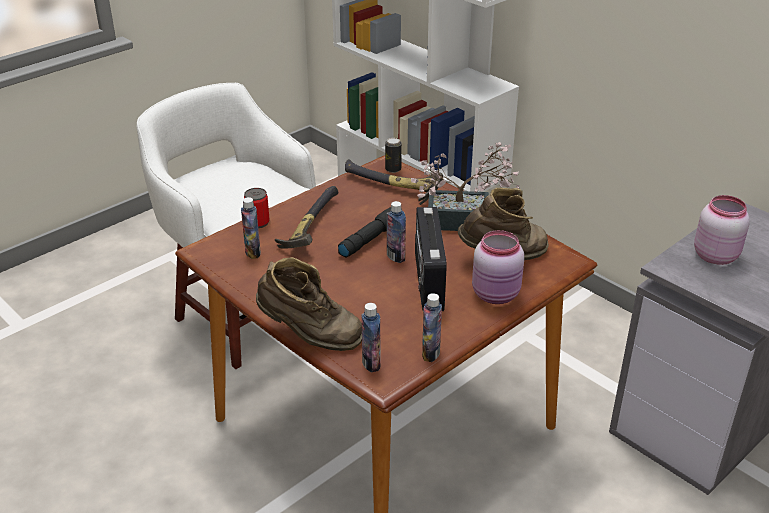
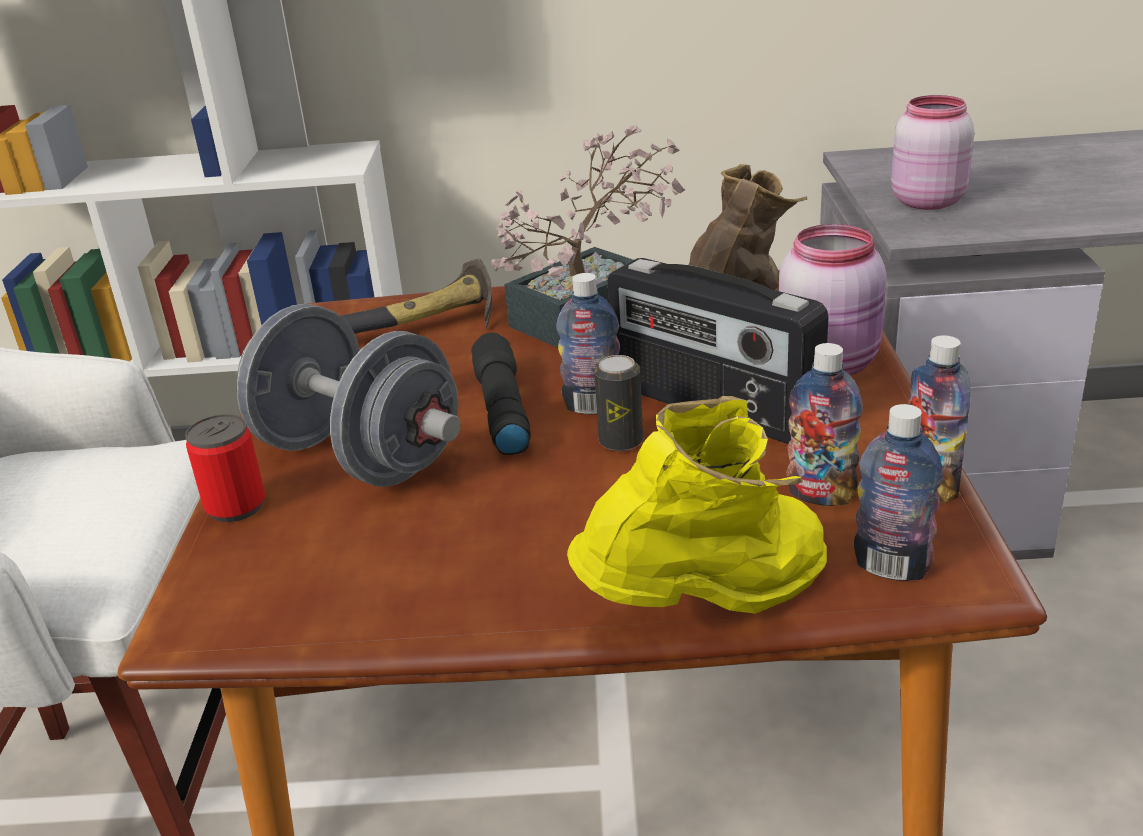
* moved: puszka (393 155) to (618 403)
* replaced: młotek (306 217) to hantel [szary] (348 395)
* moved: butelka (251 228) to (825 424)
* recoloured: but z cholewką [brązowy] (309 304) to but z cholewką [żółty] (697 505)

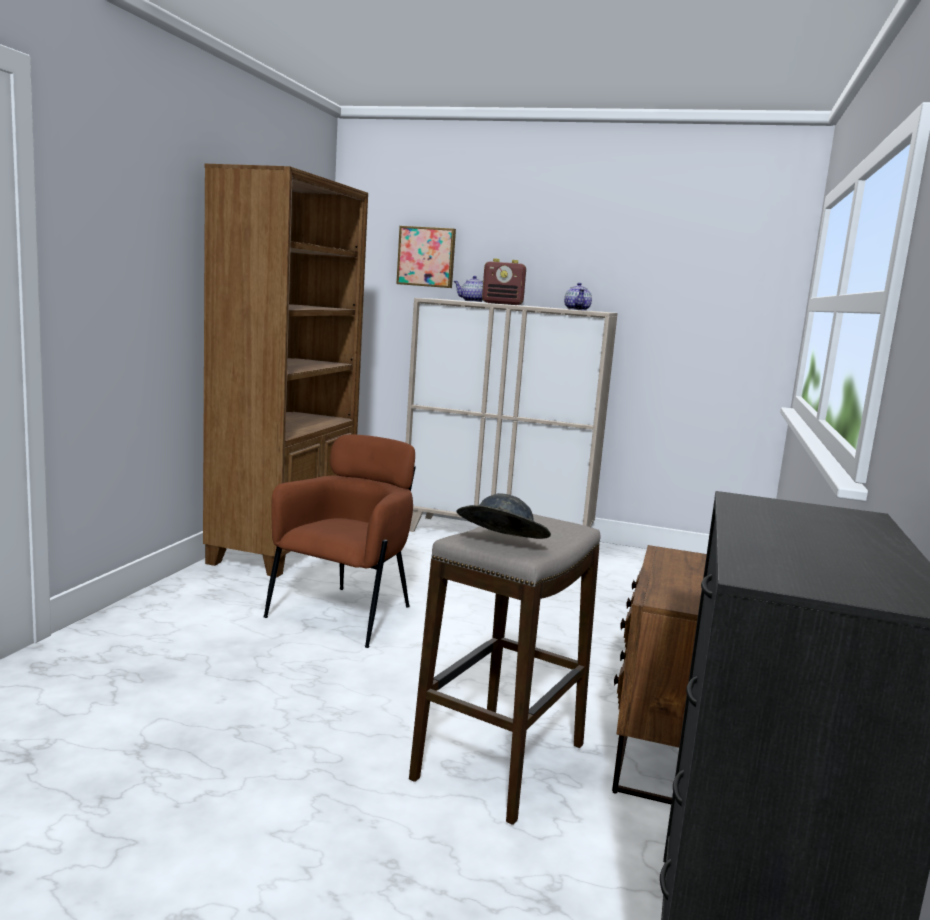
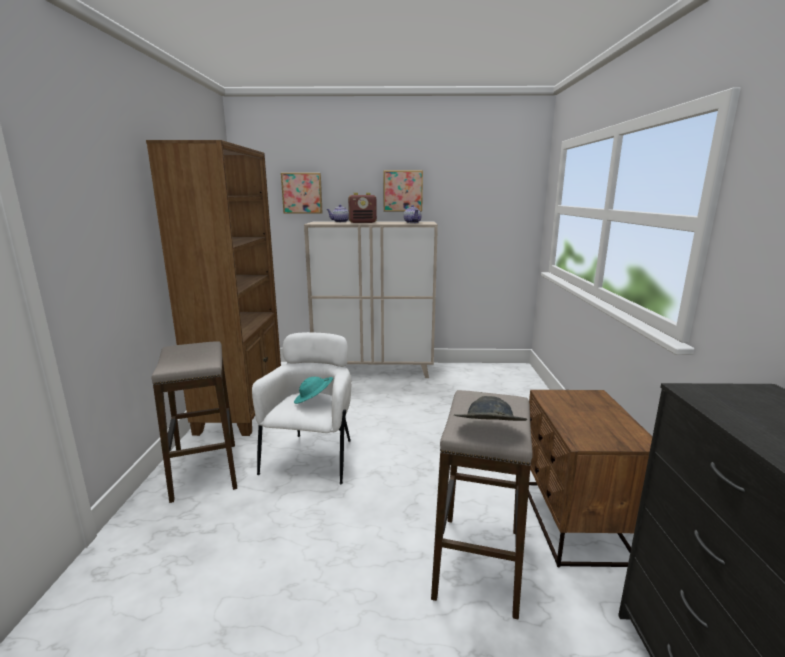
* recoloured: fotel [brązowy] (340 541) to fotel [biały] (301 408)
* added: obraz (403 191)
* added: stołek (194 422)
* added: kapelusz [turkusowy] (313 390)

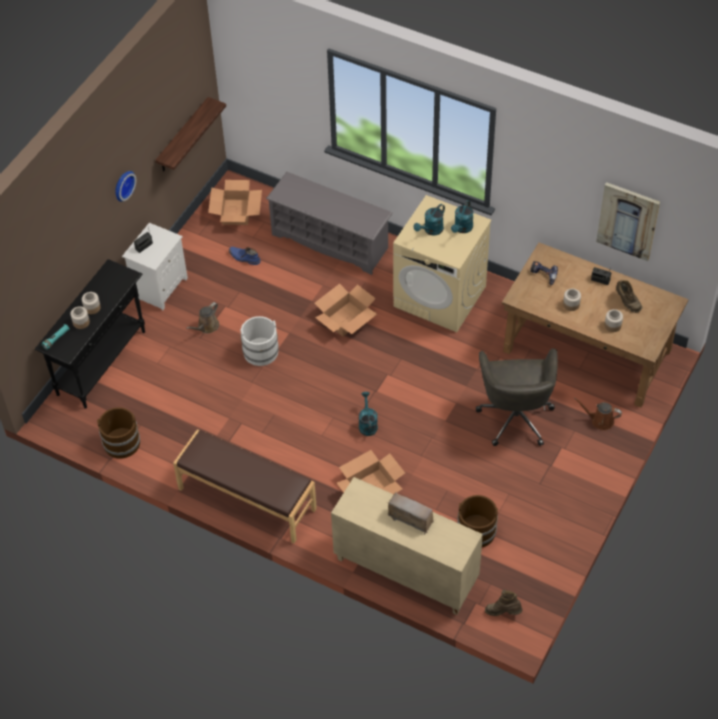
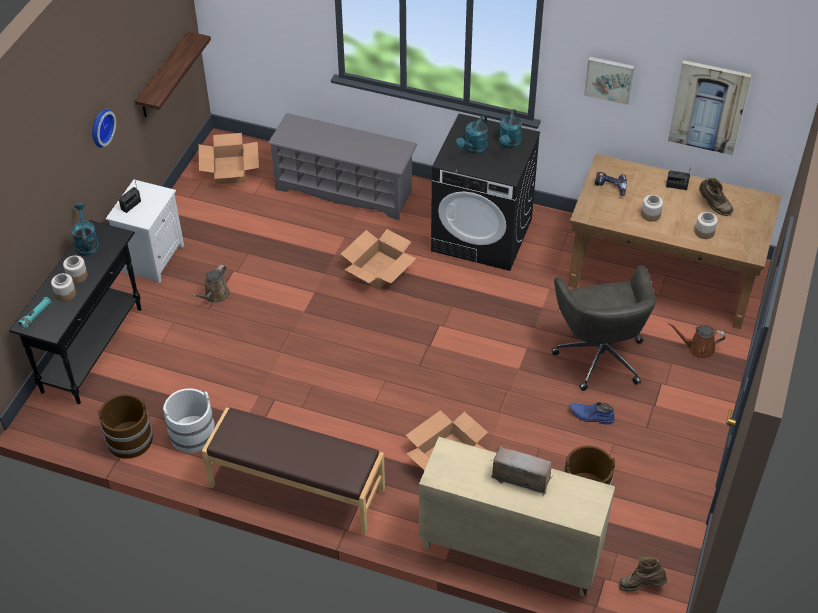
* recoloured: pralka [beżowy] (442 263) to pralka [czarny] (485 192)
* moved: but z cholewką [niebieski] (245 256) to (592 413)
* moved: wiadro [biały] (259 341) to (189 420)
* moved: konewka [turkusowy] (368 414) to (85 229)
* added: obraz (609 81)

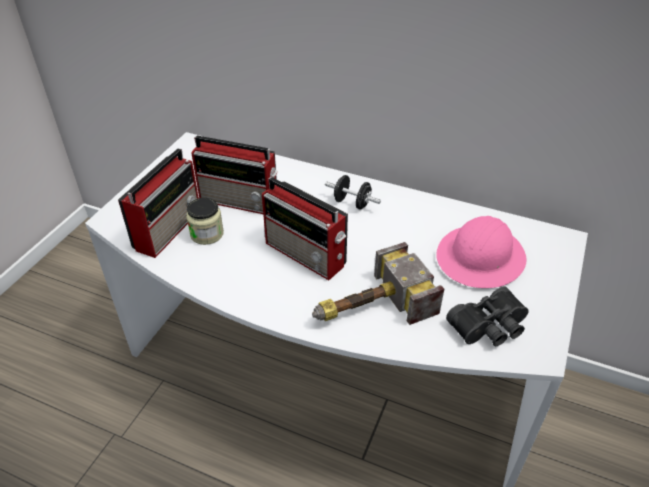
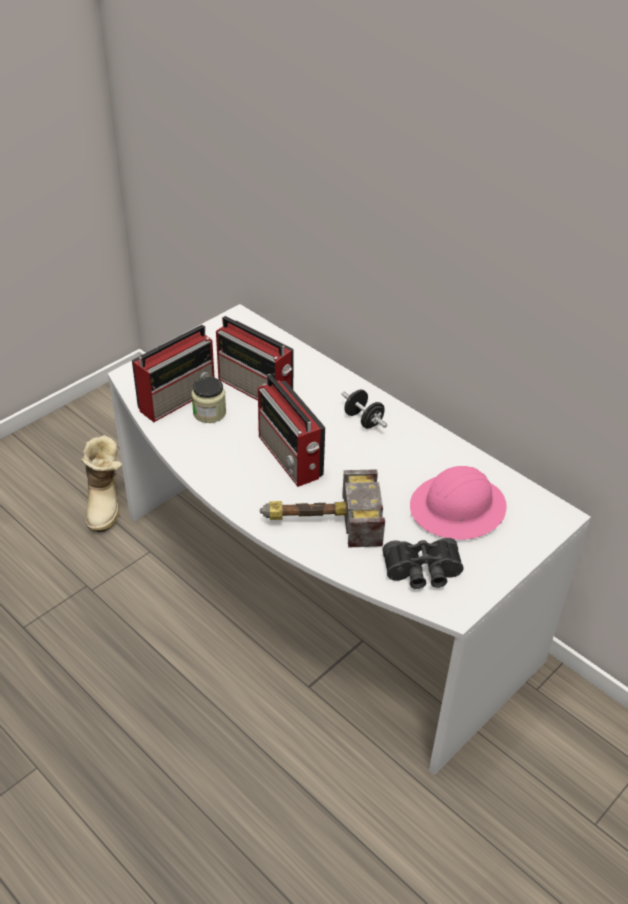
* added: but z cholewką (101 483)

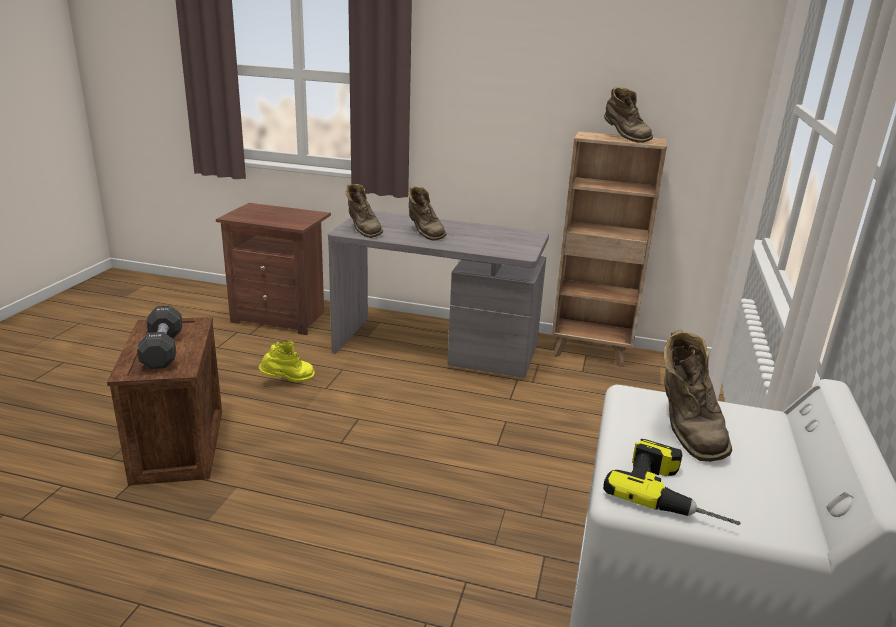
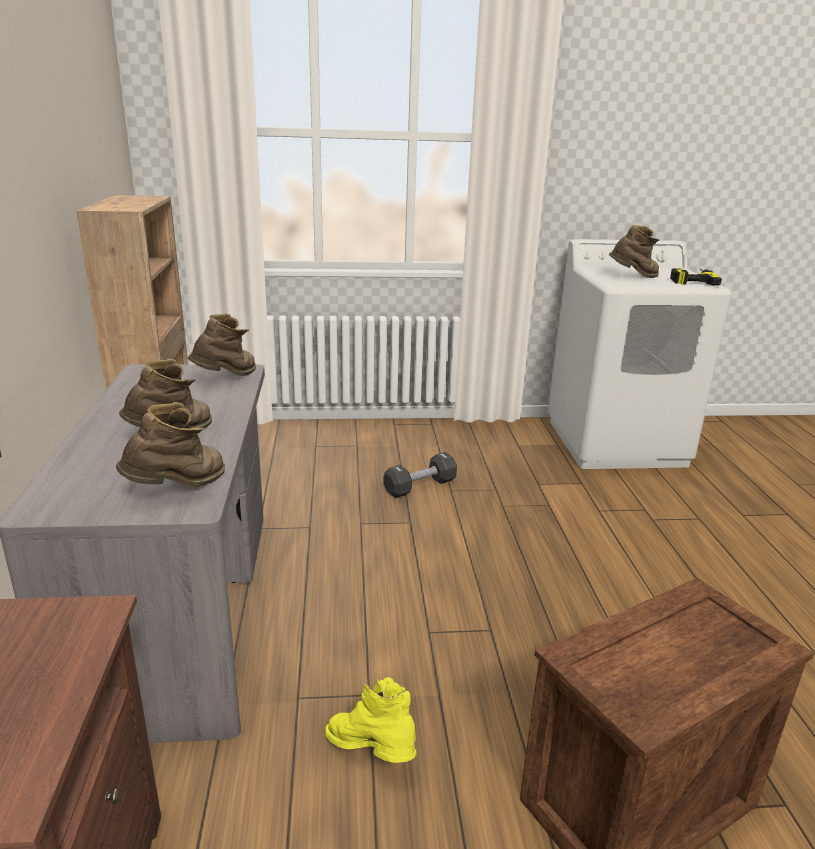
* moved: but z cholewką [brązowy] (628 115) to (222 345)
* moved: hantel [czarny] (160 337) to (420 475)

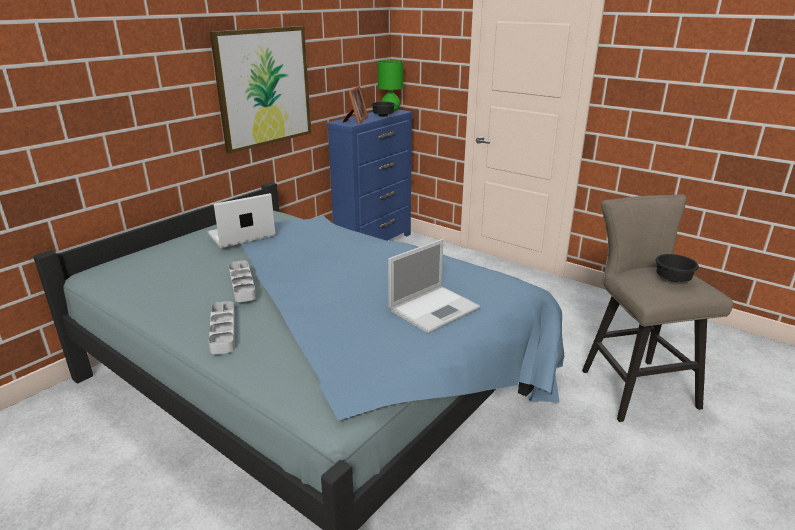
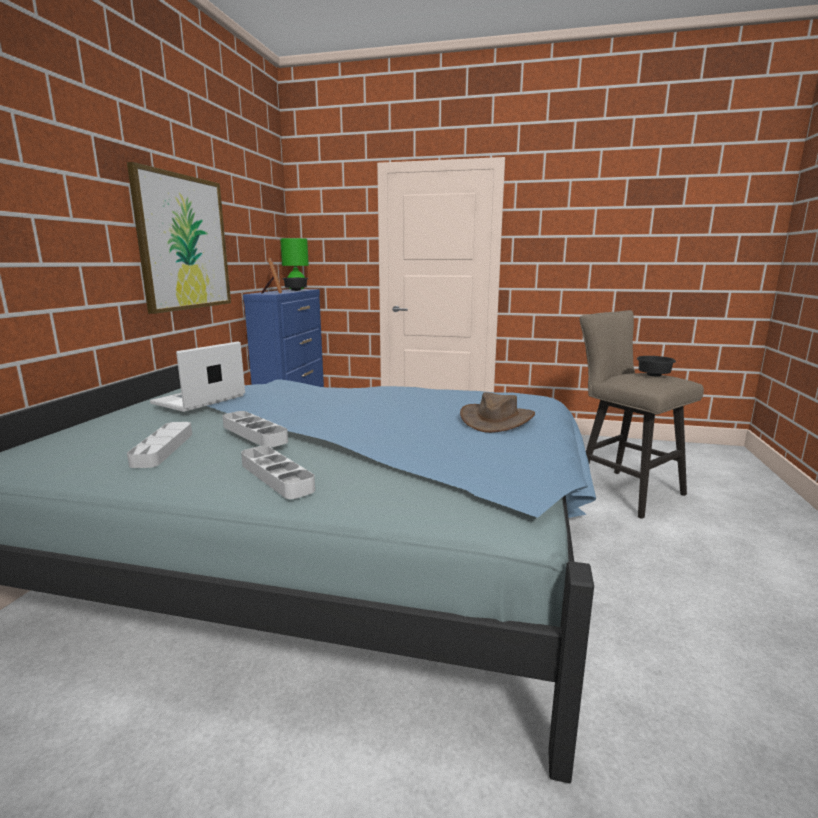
* replaced: laptop (434 286) to kapelusz [brązowy] (497 412)
* added: taca [szary] (159 445)

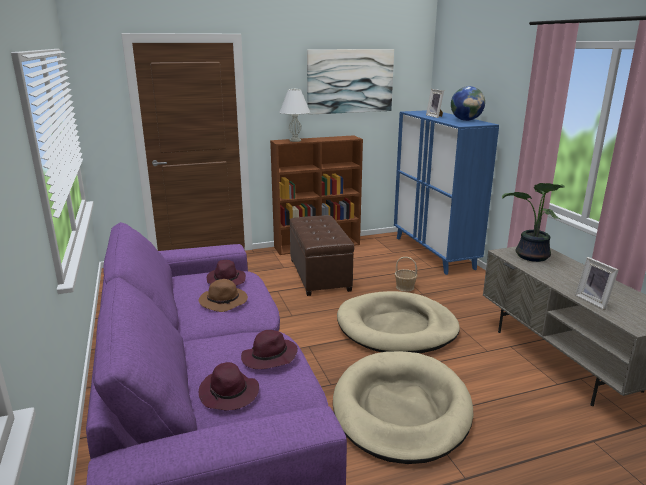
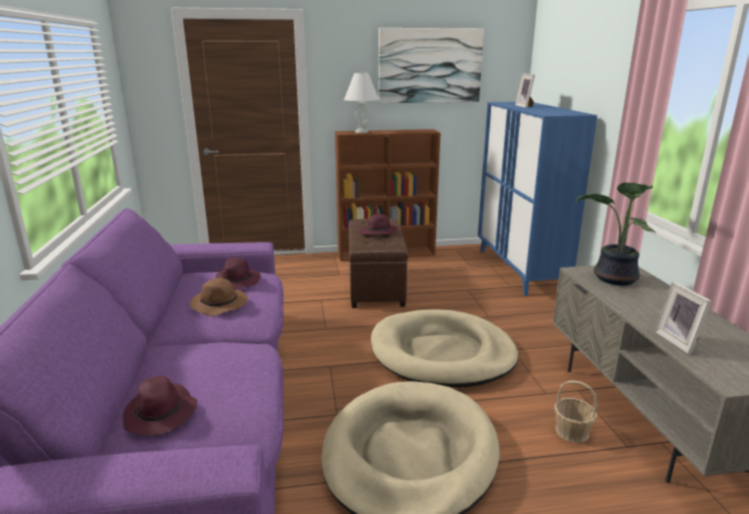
* removed: globus (468 103)
* moved: koszyk (406 274) to (576 411)
* moved: kapelusz [fioletowy] (269 349) to (379 224)

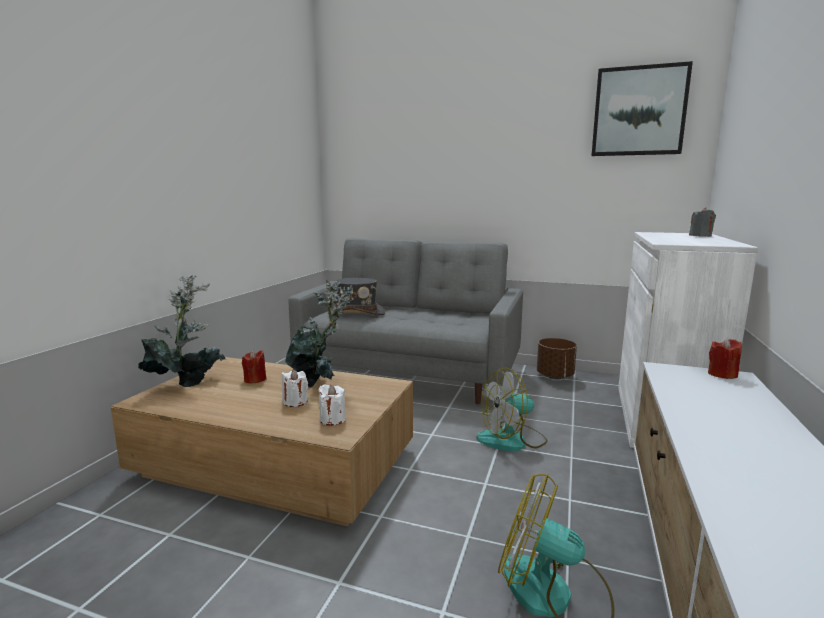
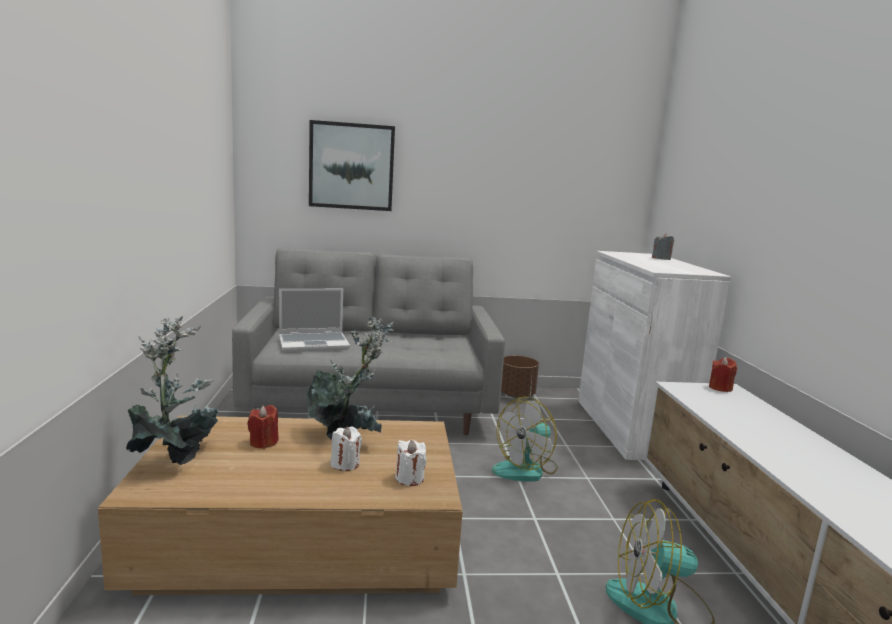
* moved: obraz (642 108) to (352 165)
* replaced: kapelusz [szary] (356 296) to laptop (314 320)

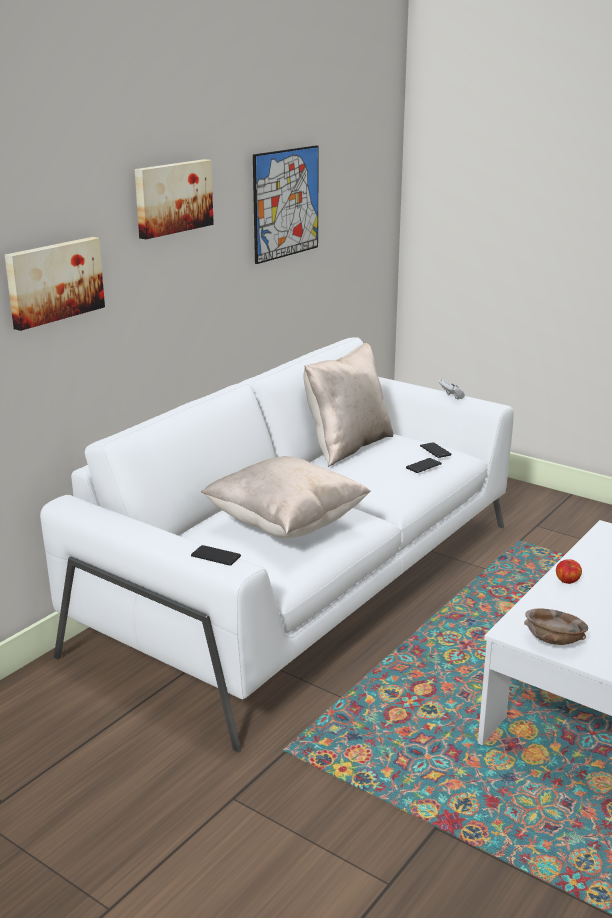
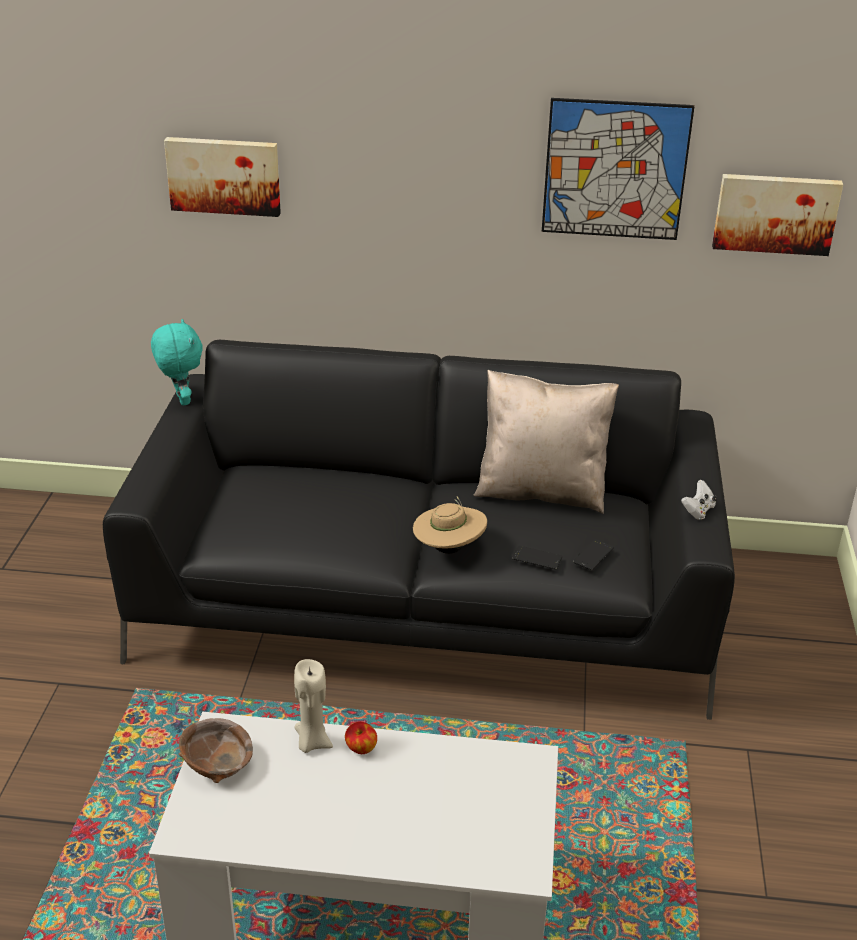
* moved: obraz (174 199) to (777 215)
* recoloured: kanapa [biały] (277 545) to kanapa [czarny] (419 530)
* removed: poduszka [beżowy] (286 497)
* removed: telefon (216 555)
* added: pluszak [turkusowy] (177 362)
* added: kapelusz [beżowy] (450 525)
* added: świeca [beżowy] (313 706)

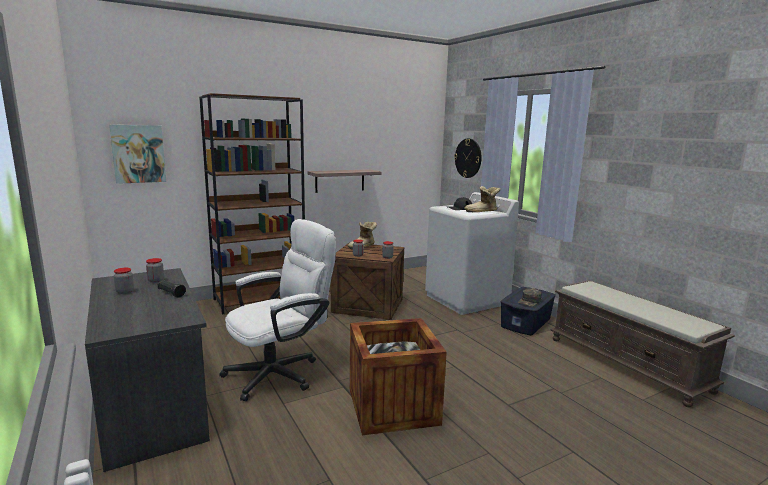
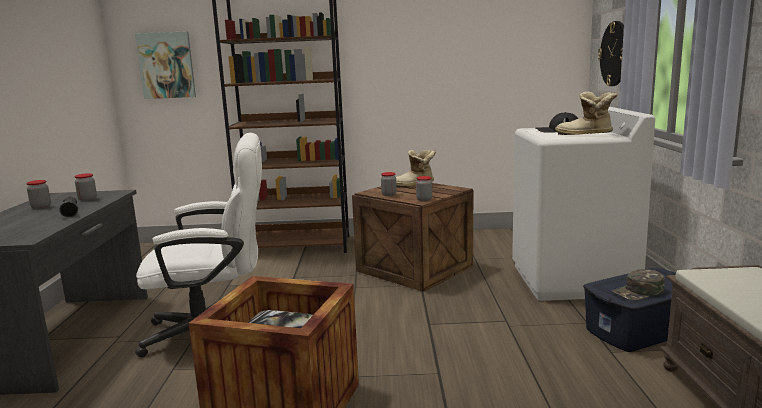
* removed: półka (344 181)

